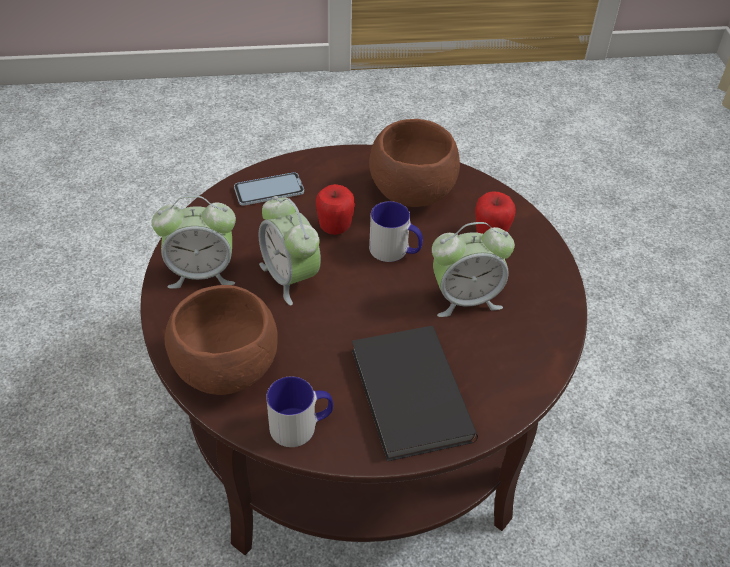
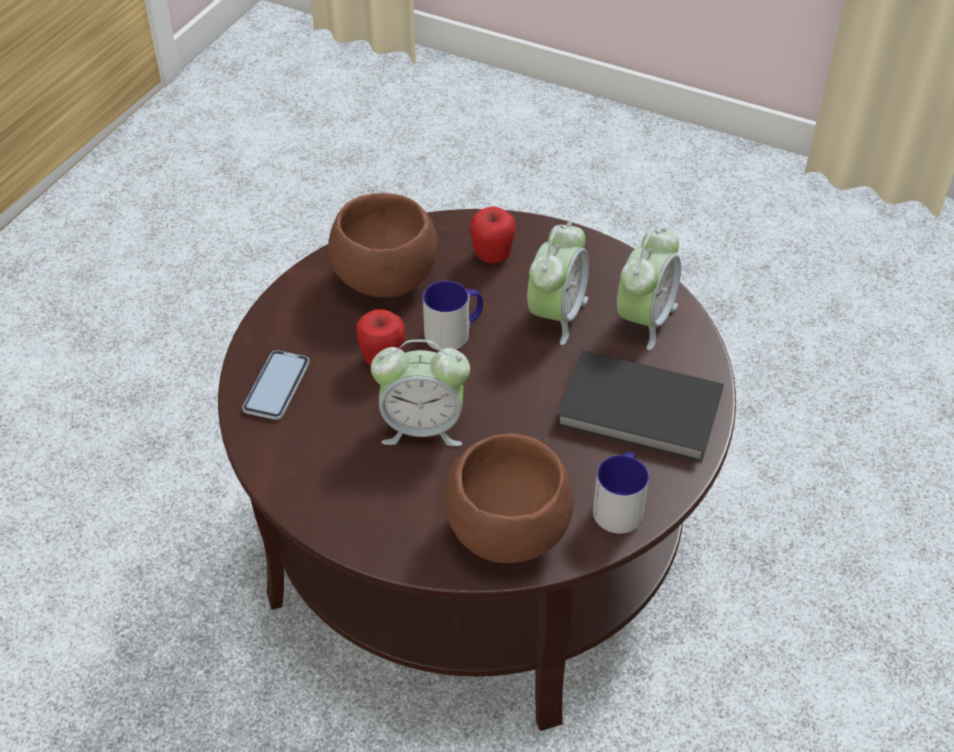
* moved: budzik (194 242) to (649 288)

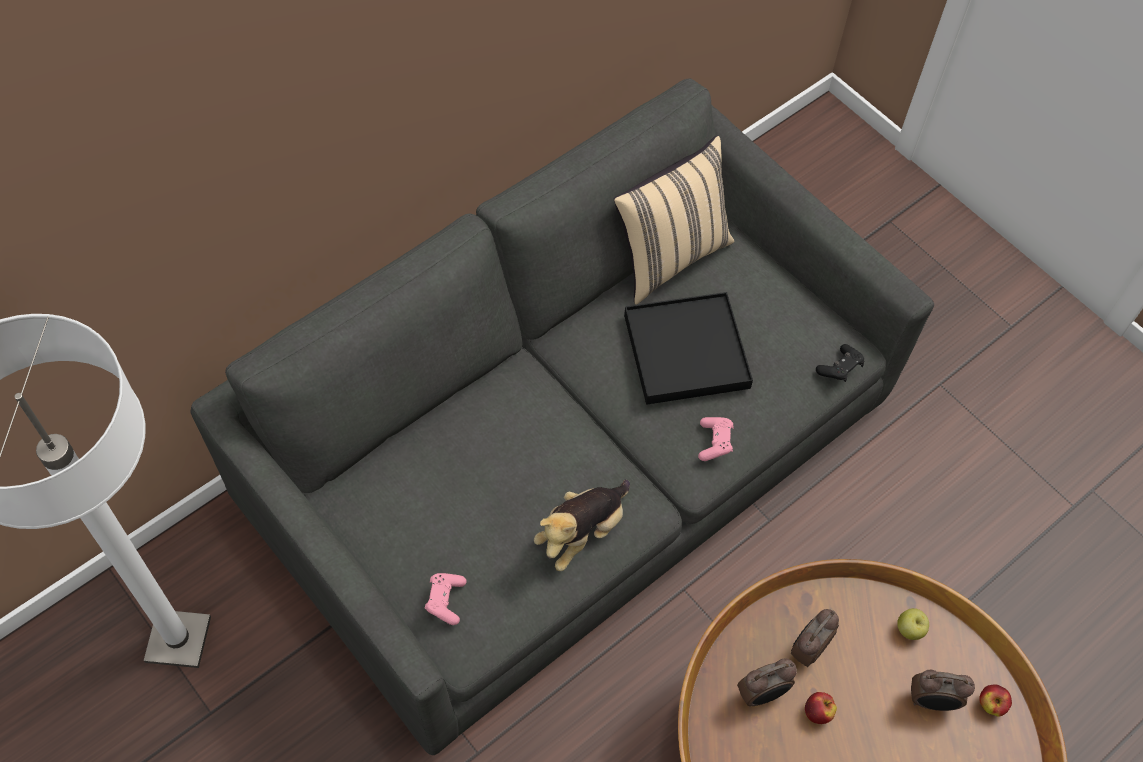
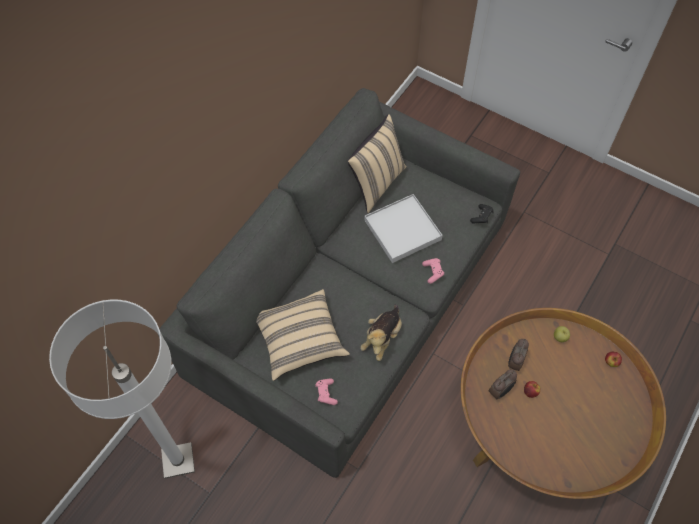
* recoloured: taca [czarny] (688 348) to taca [biały] (403 228)
* removed: budzik (943 690)
* added: poduszka [beżowy] (303 335)

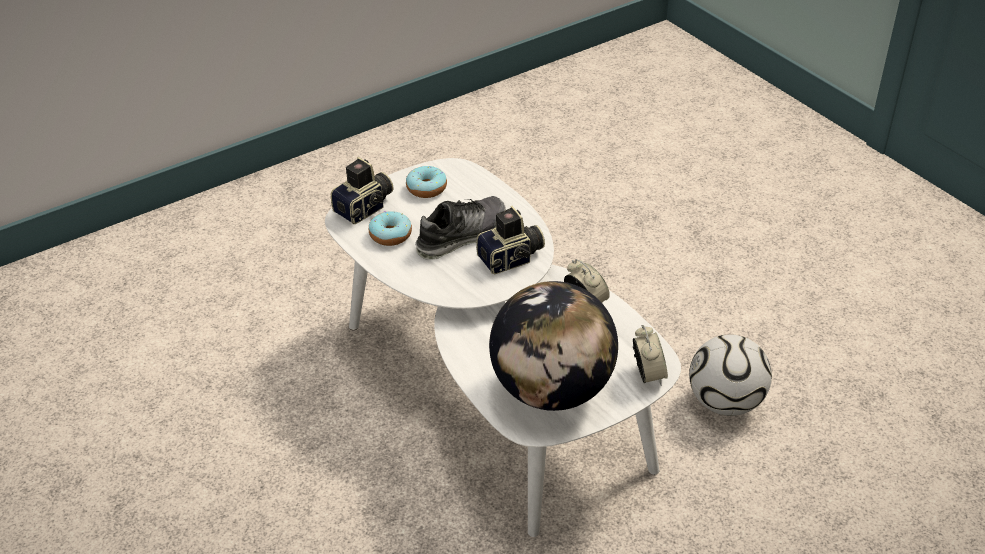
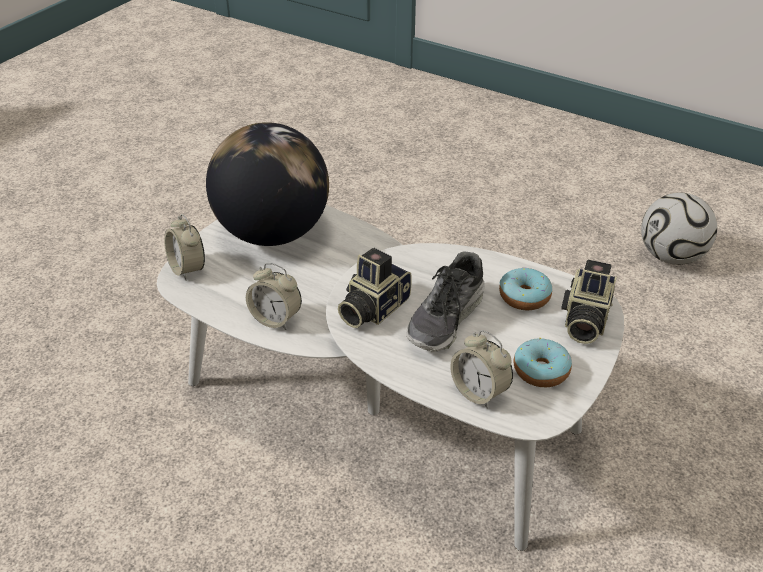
* moved: piłka futbolowa (730 375) to (679 229)
* added: budzik (481 369)

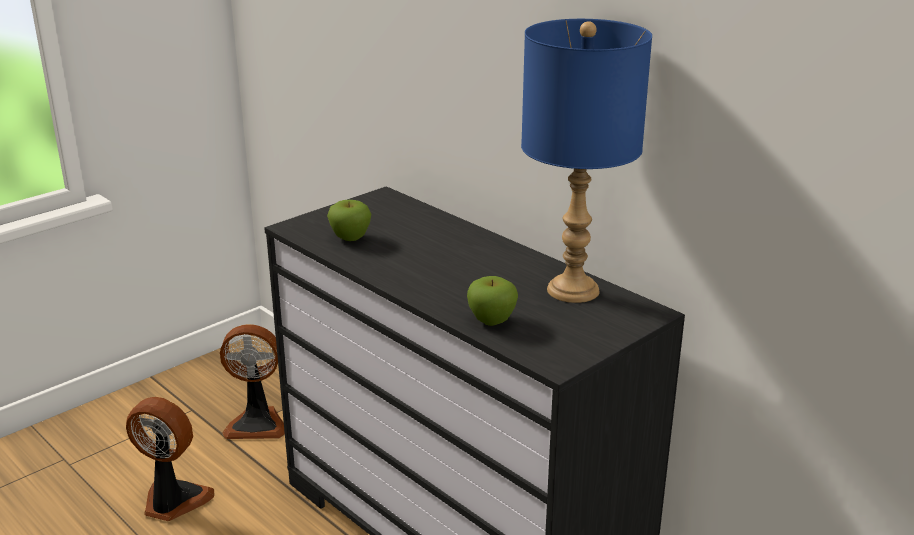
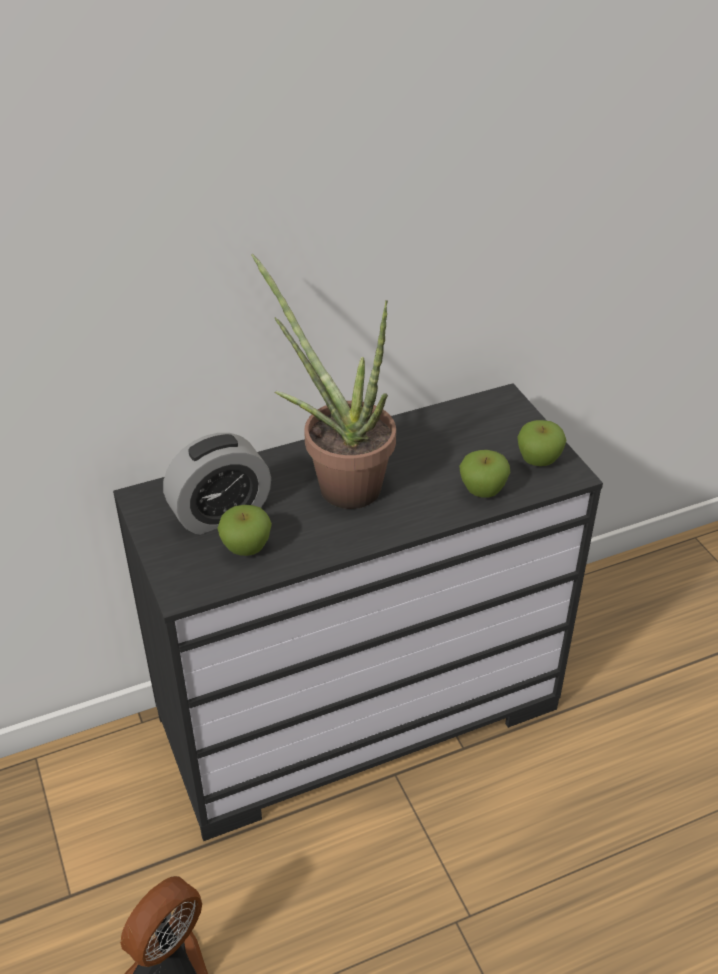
* removed: lampa stołowa [niebieski] (586 161)
* removed: wentylator (252 381)
* added: roślina doniczkowa (323 381)
* added: jabłko (541 443)
* added: budzik (217 484)

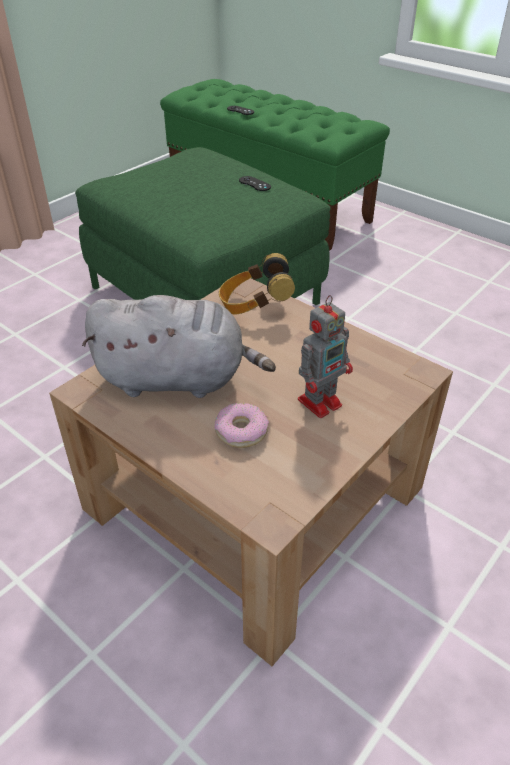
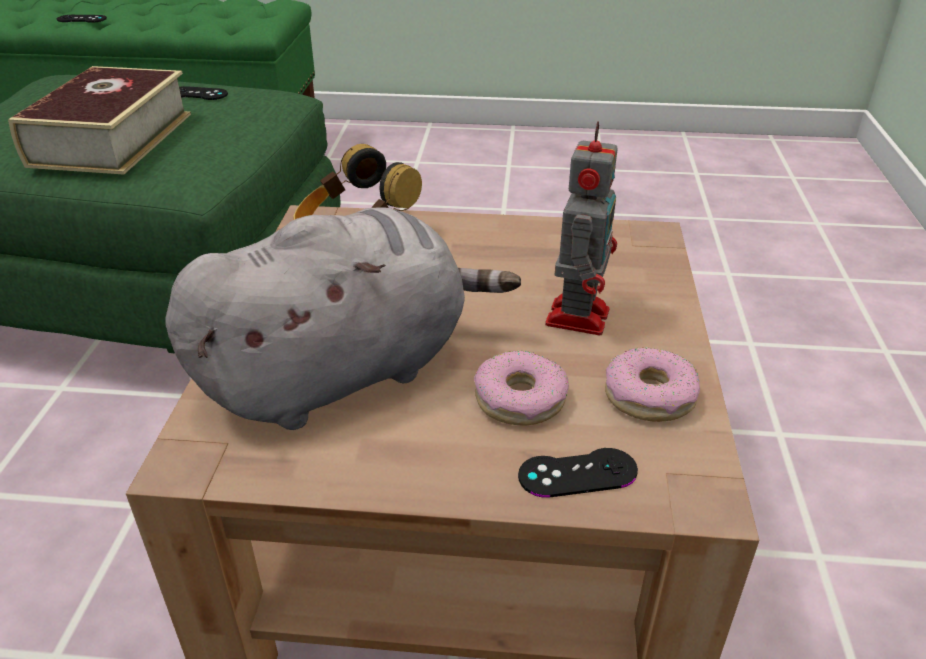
* added: książka (99 120)
* added: donut (652 384)
* added: pad do gier [czarny] (578 473)

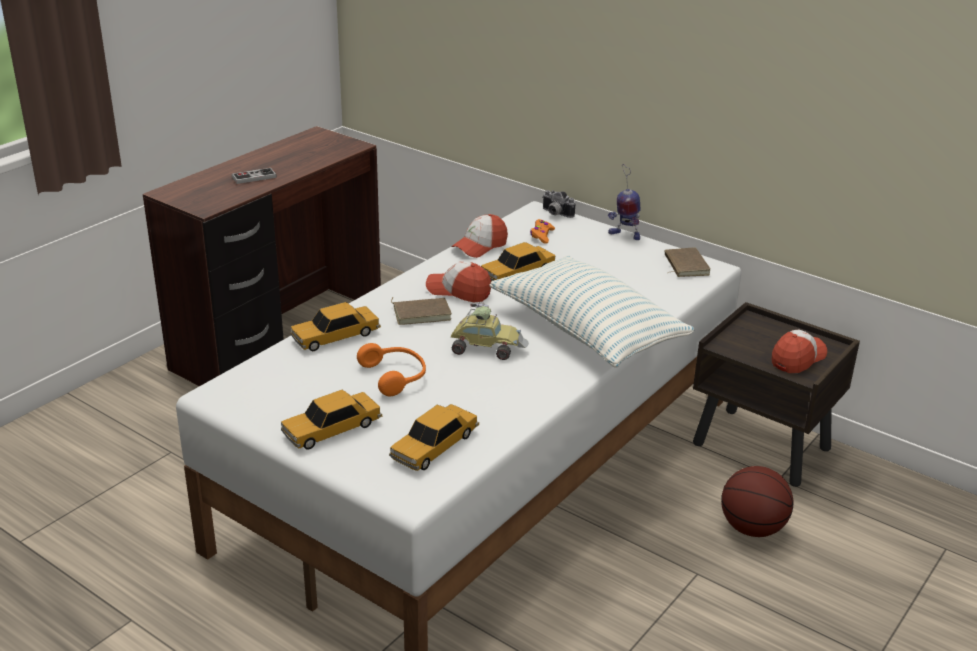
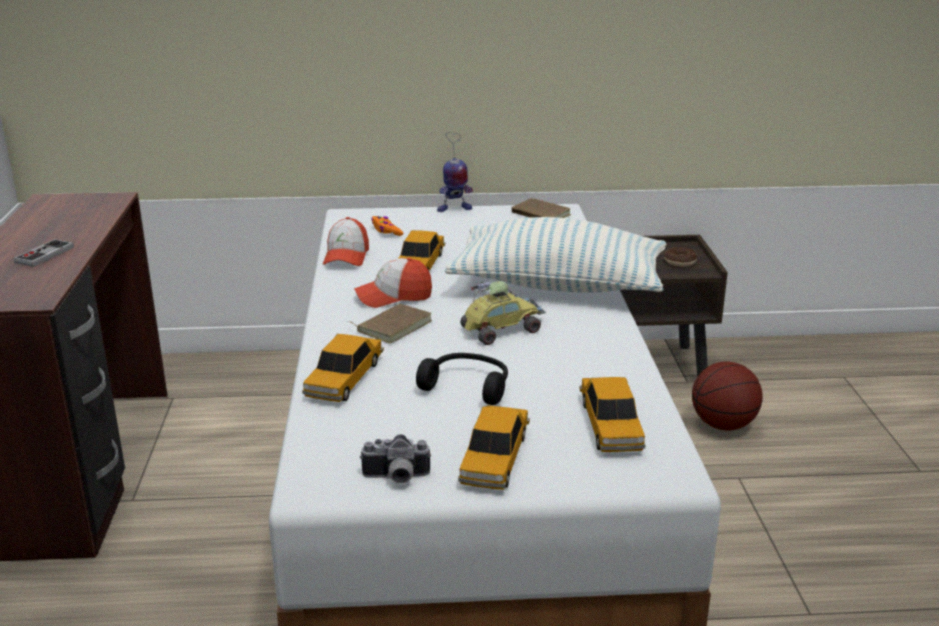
* moved: aparat fotograficzny (558 204) to (396 459)
* replaced: czapka z daszkiem (799 351) to donut (680 257)
* recoloured: słuchawki [pomarańczowy] (391 369) to słuchawki [czarny] (462 379)

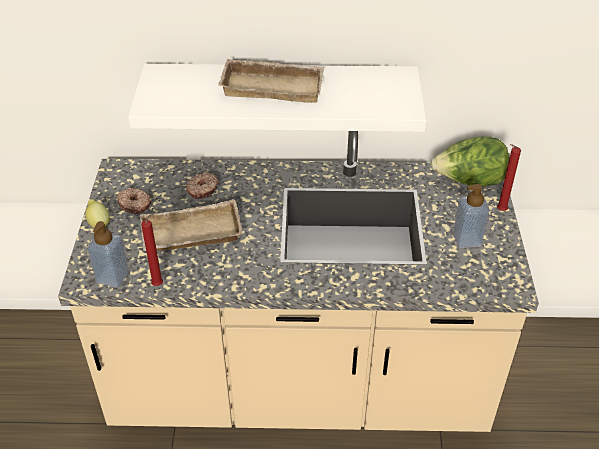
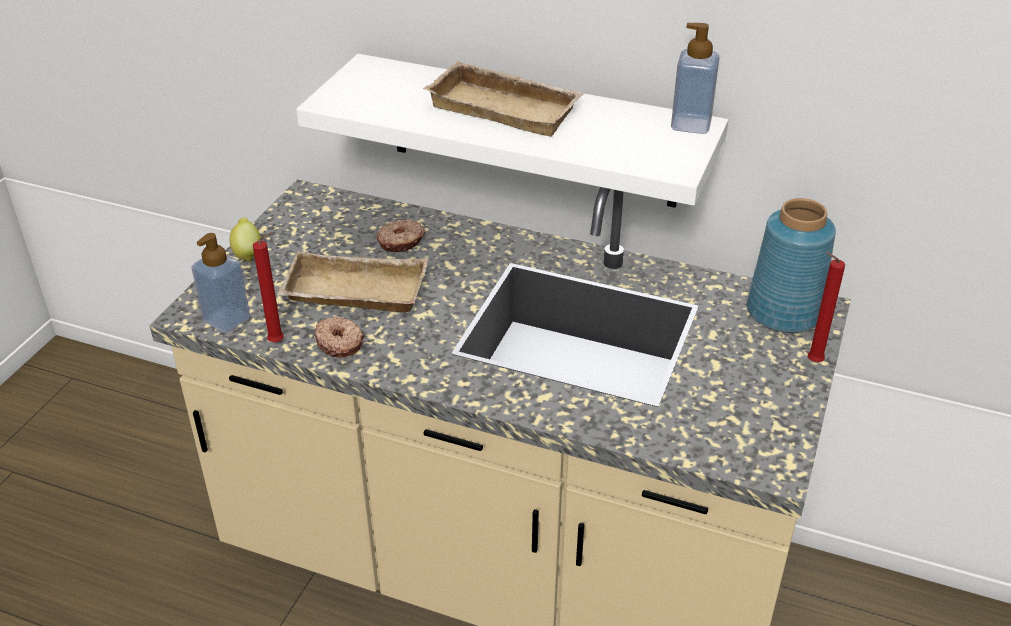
* replaced: sałata (470 161) to wazon [niebieski] (791 265)
* moved: dozownik mydła (471 216) to (695 78)
* moved: donut (134 201) to (339 337)

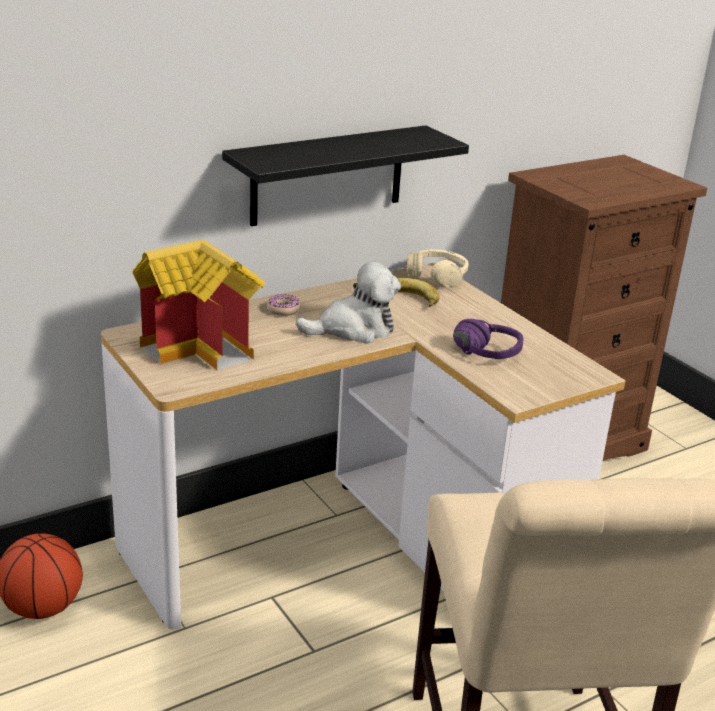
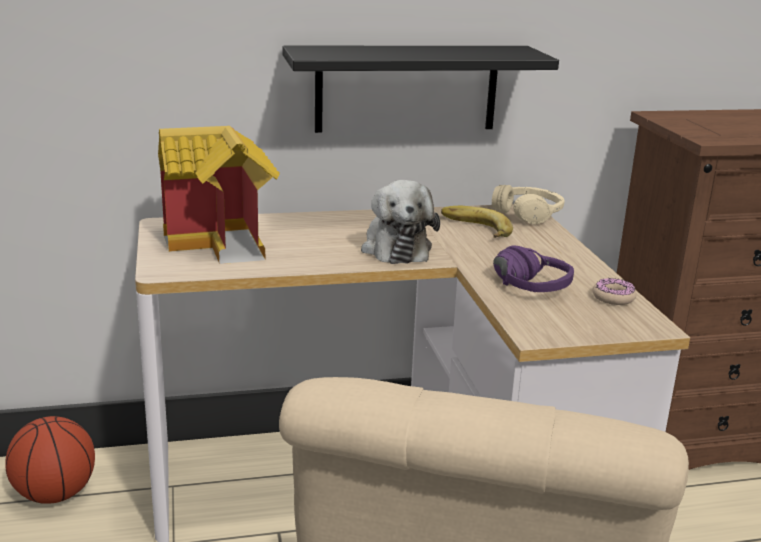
* turned: pluszak (348 303) = (400 222) 75 degrees clockwise
* moved: donut (283 305) to (614 291)

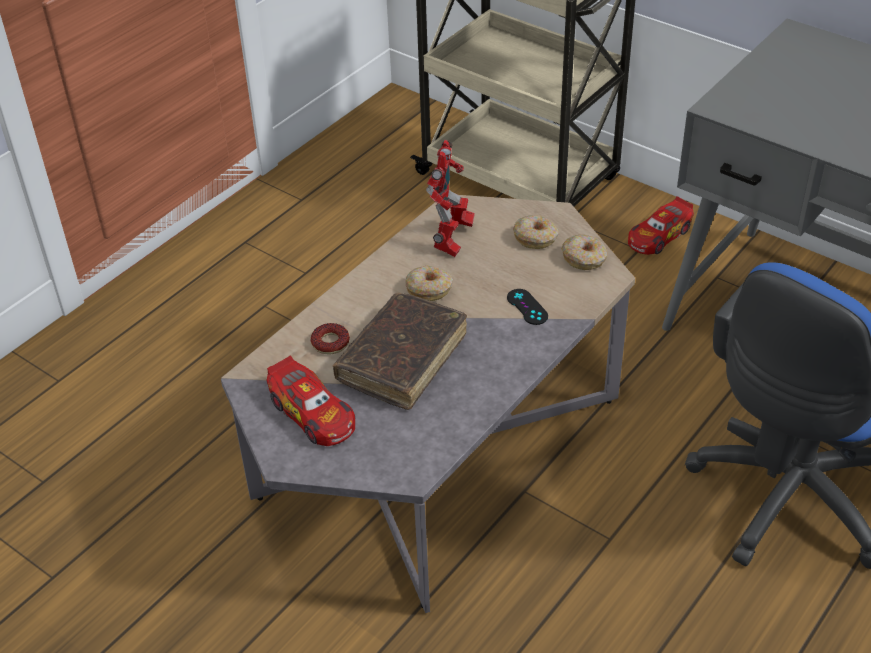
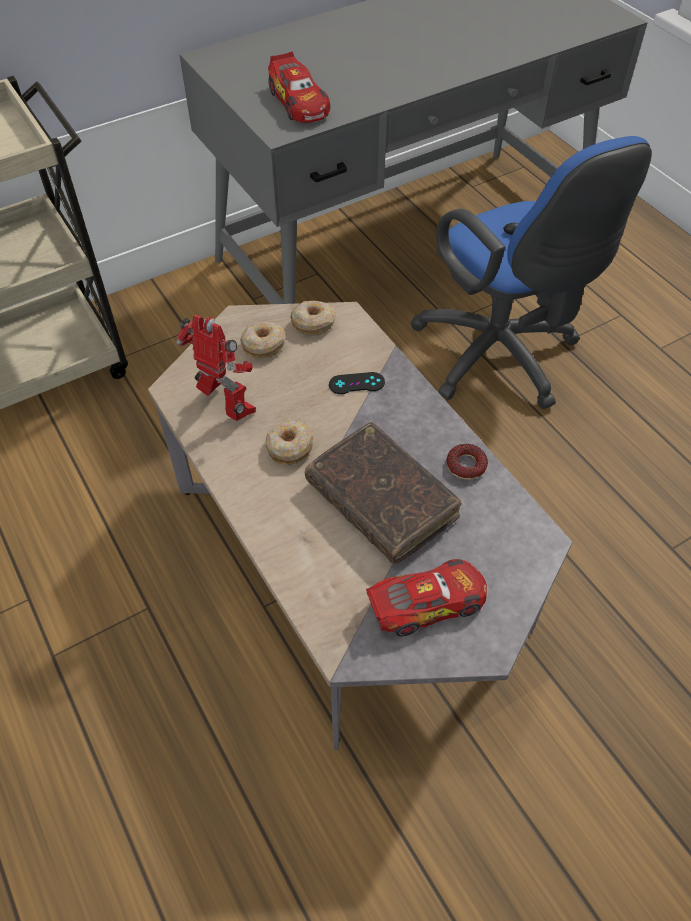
* moved: samochodzik (661 225) to (299 87)
* moved: donut (330 338) to (467 462)

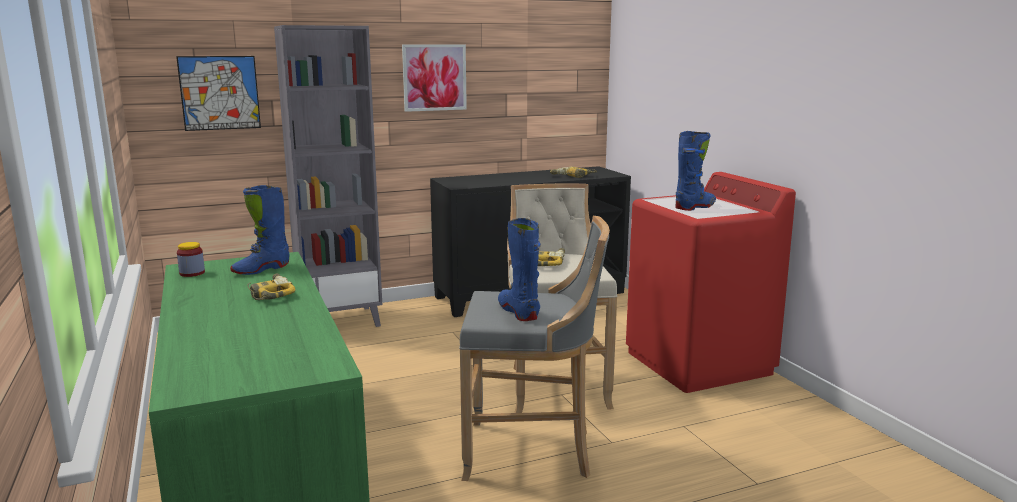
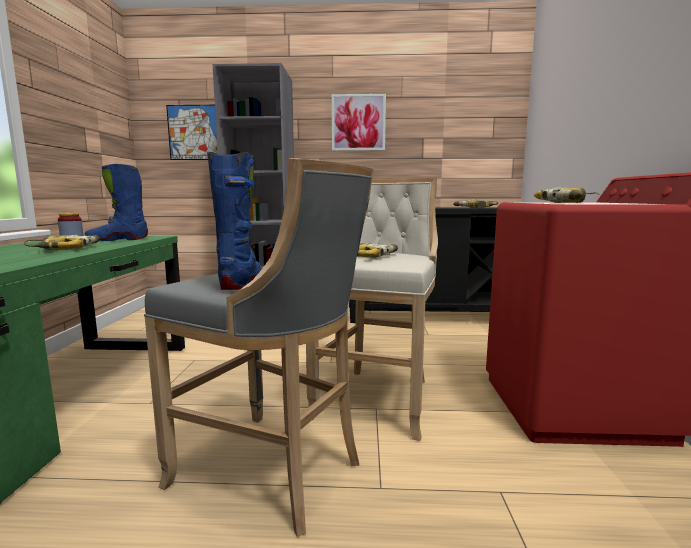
* replaced: but z cholewką [niebieski] (695 171) to wiertarka (567 195)

